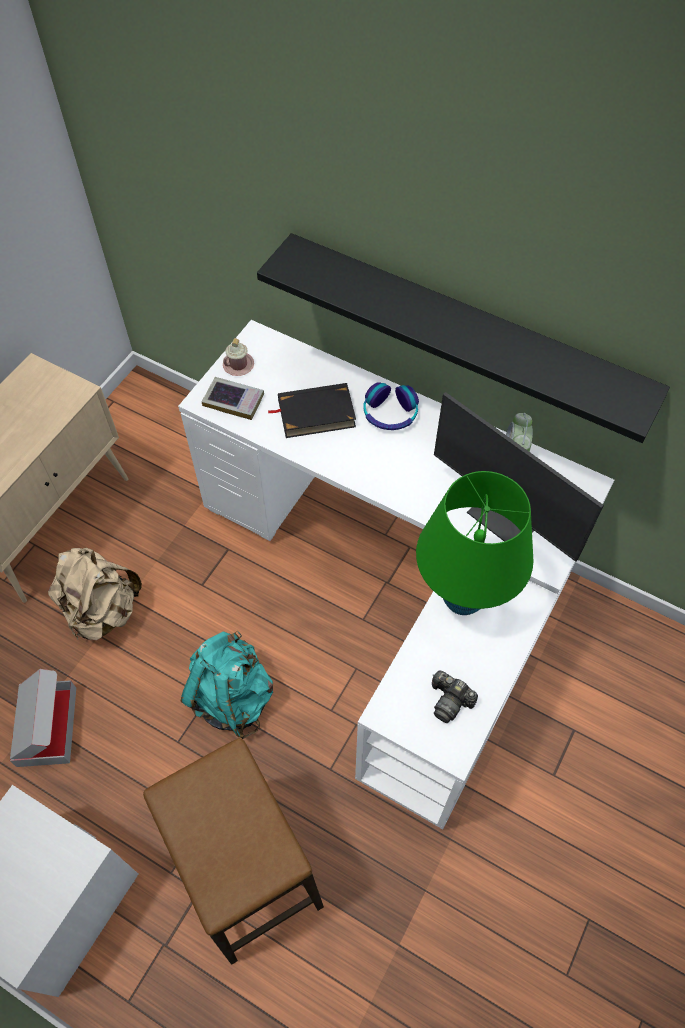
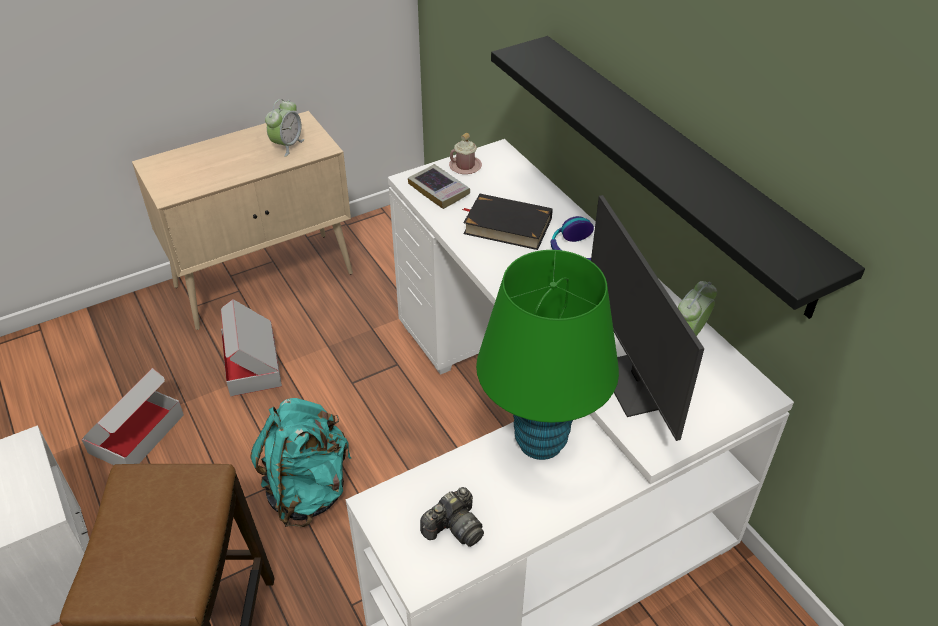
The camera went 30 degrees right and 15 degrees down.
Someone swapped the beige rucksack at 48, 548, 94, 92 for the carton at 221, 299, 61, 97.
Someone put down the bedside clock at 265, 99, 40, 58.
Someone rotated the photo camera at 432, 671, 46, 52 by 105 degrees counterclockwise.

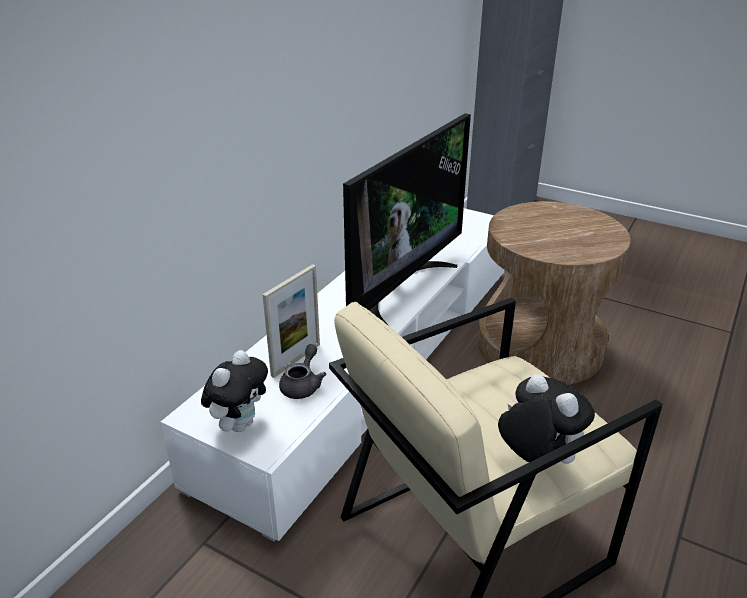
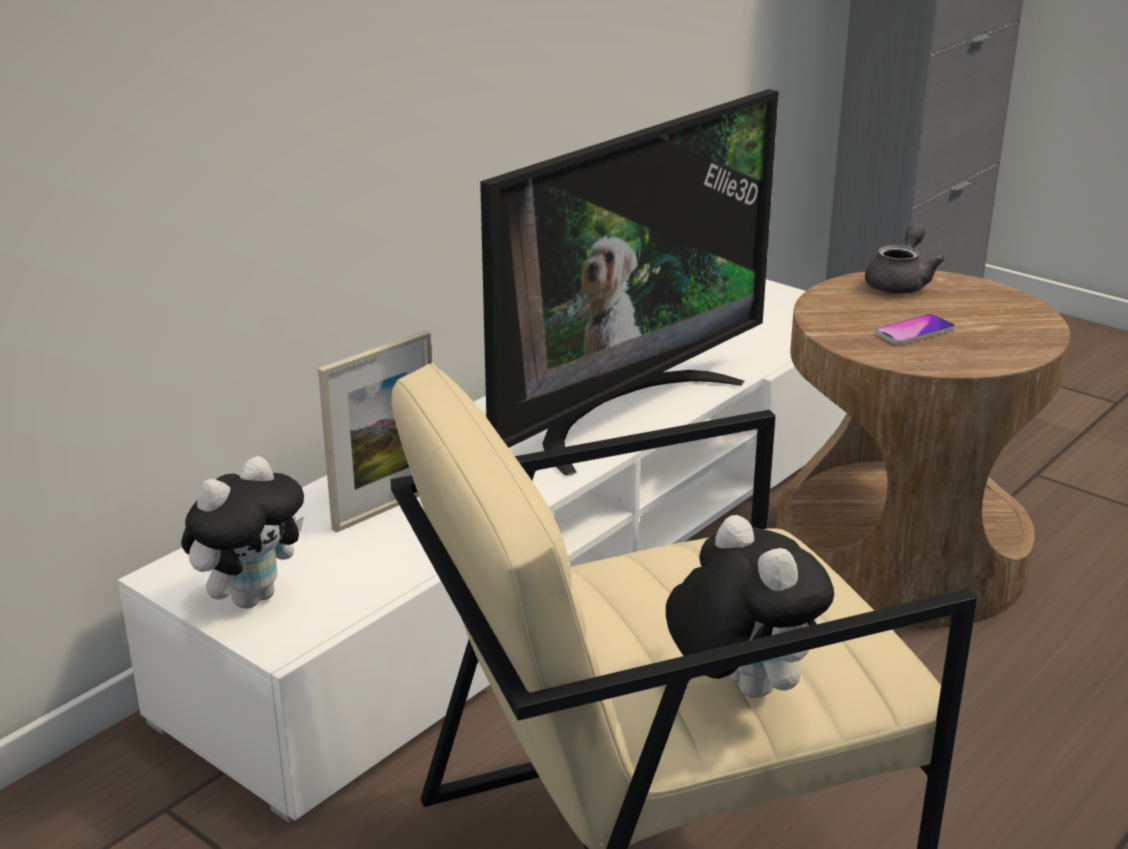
The camera went 10 degrees right and 5 degrees down.
Someone carried the greyish pot for tea from 279, 344, 47, 55 to 865, 224, 80, 70.
Someone put down the telephone at 874, 314, 81, 31.

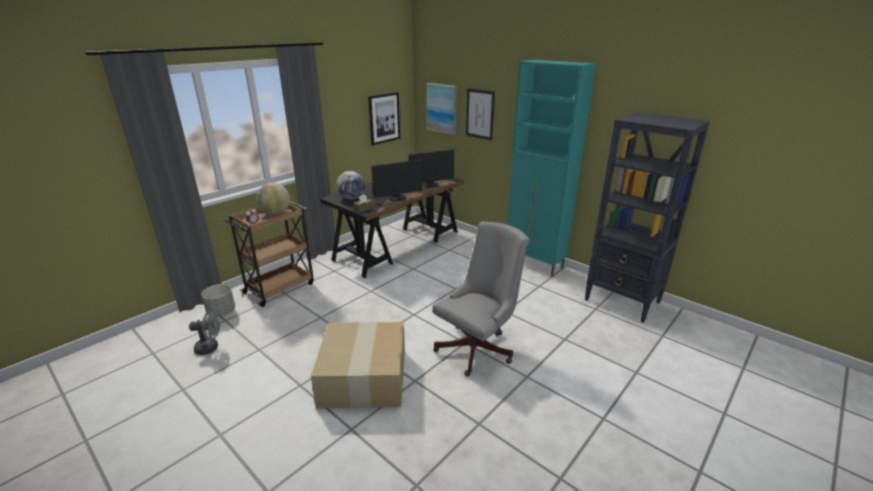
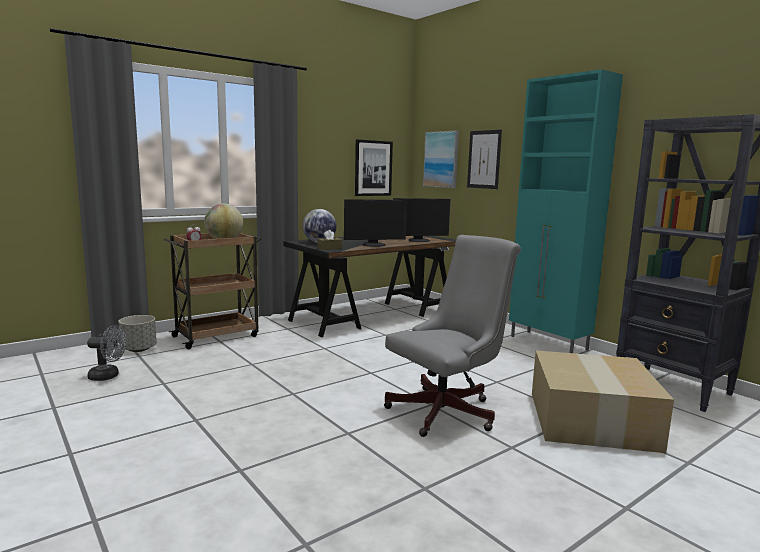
The camera went 10 degrees right and 15 degrees down.
Someone carried the carton from 311, 322, 94, 86 to 532, 351, 142, 102.

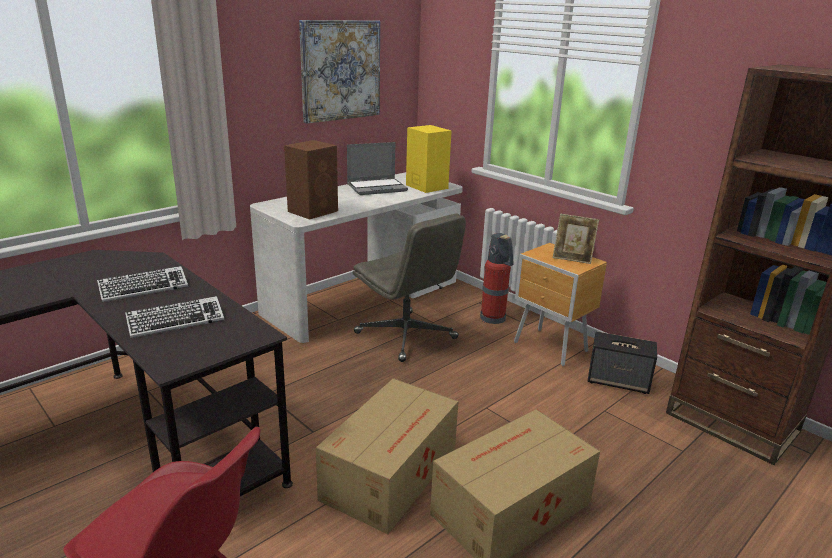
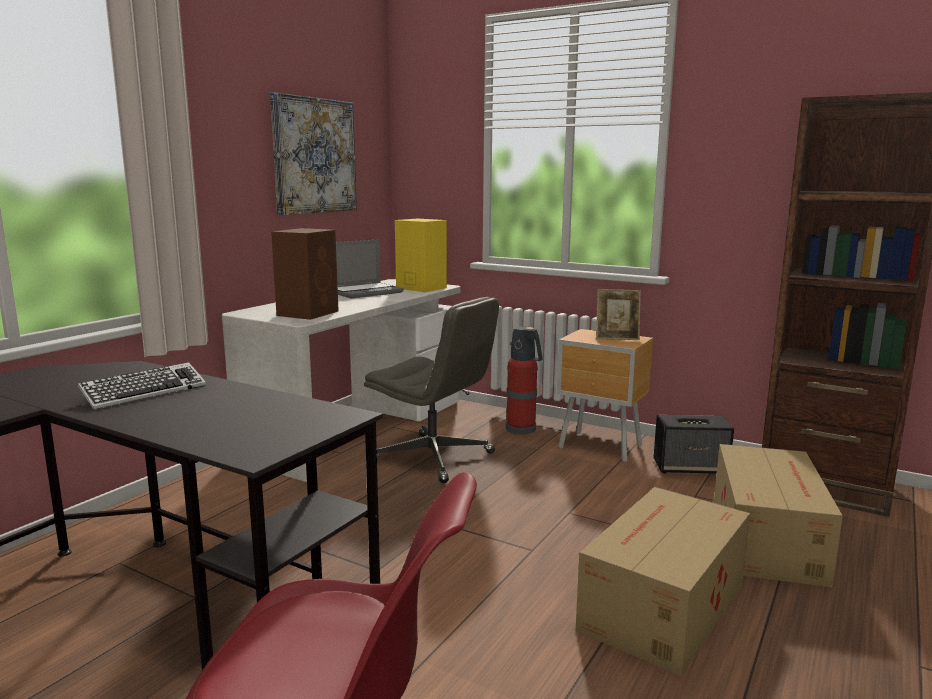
The camera went 15 degrees left and 10 degrees down.
Someone carried the carton from 316, 378, 142, 156 to 714, 444, 129, 143.
Someone took away the PC keyboard at 125, 296, 99, 42.

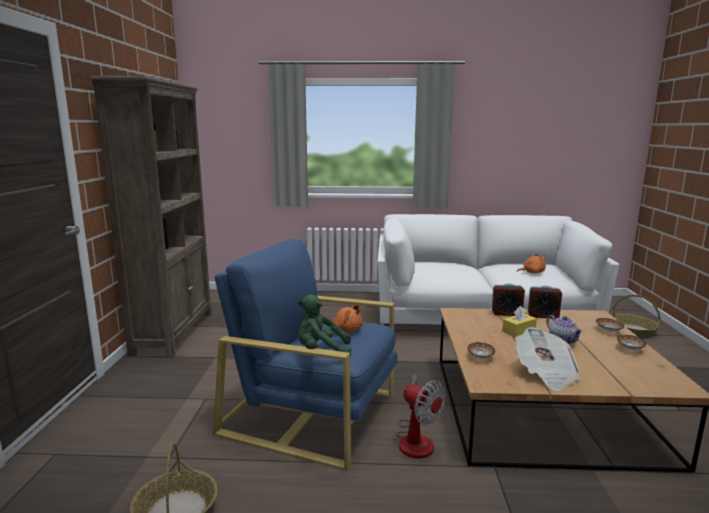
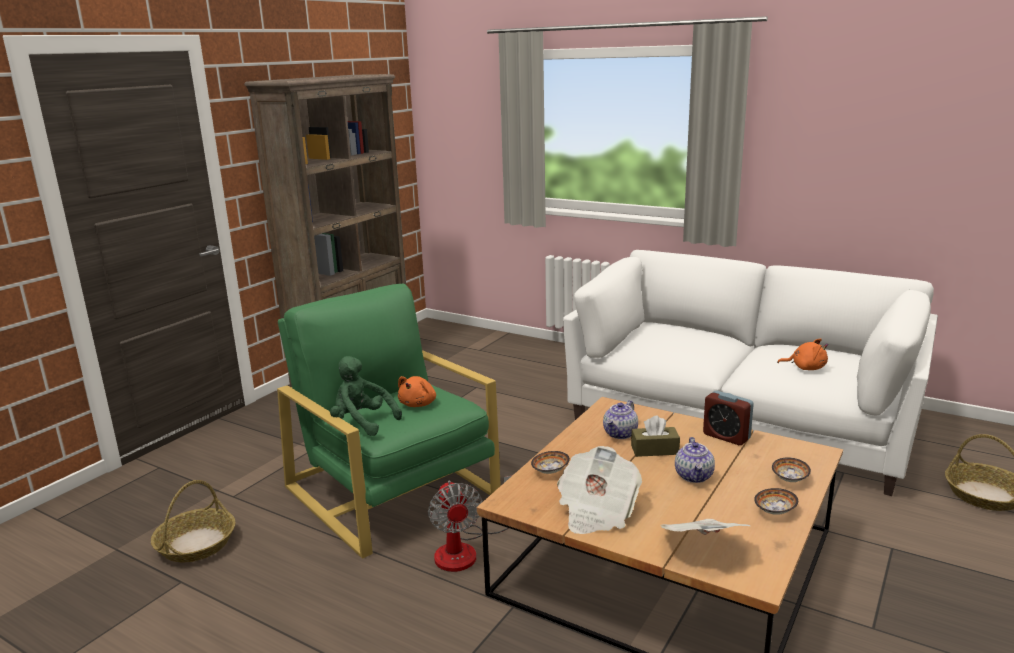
The camera went 30 degrees right and 5 degrees up.
Someone repainted the blue-coloured armchair at 213, 239, 185, 232, which became the green-coloured armchair at 277, 284, 224, 275.
Someone rotated the orange-coloured soft toy at 323, 304, 39, 29 by 60 degrees clockwise.
Someone put down the pot for tea at 603, 400, 35, 39.
Someone repainted the yellow tissue holder at 502, 306, 35, 31, which became the brown-coloured tissue holder at 631, 416, 49, 41.
Someone put down the daily paper at 661, 519, 89, 16.
Someone took away the bedside clock at 492, 284, 33, 32.

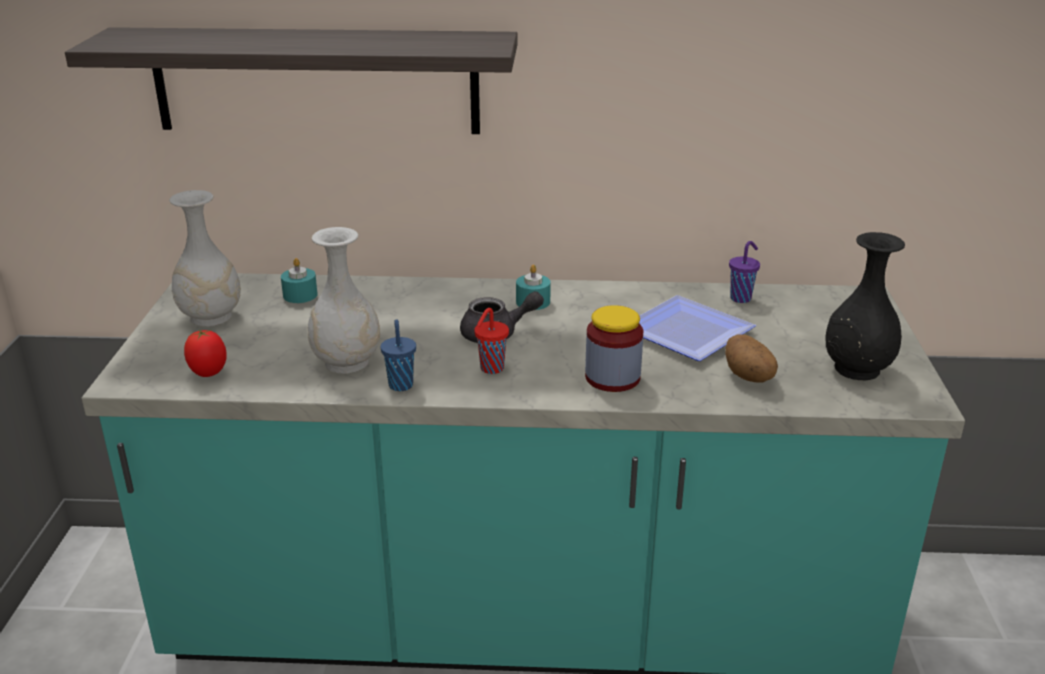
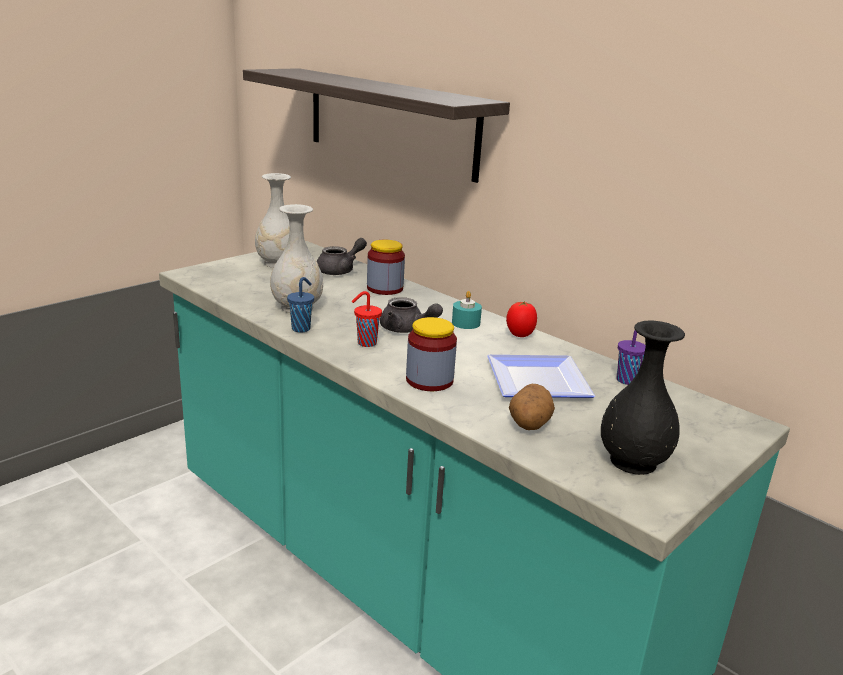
The camera went 40 degrees right and 5 degrees down.
Someone swapped the blue-green candle at 281, 258, 37, 45 for the greyish pot for tea at 317, 238, 50, 37.
Someone put down the storage jar at 367, 240, 38, 55.
Someone carried the fresh tomato from 184, 330, 43, 47 to 506, 301, 31, 36.

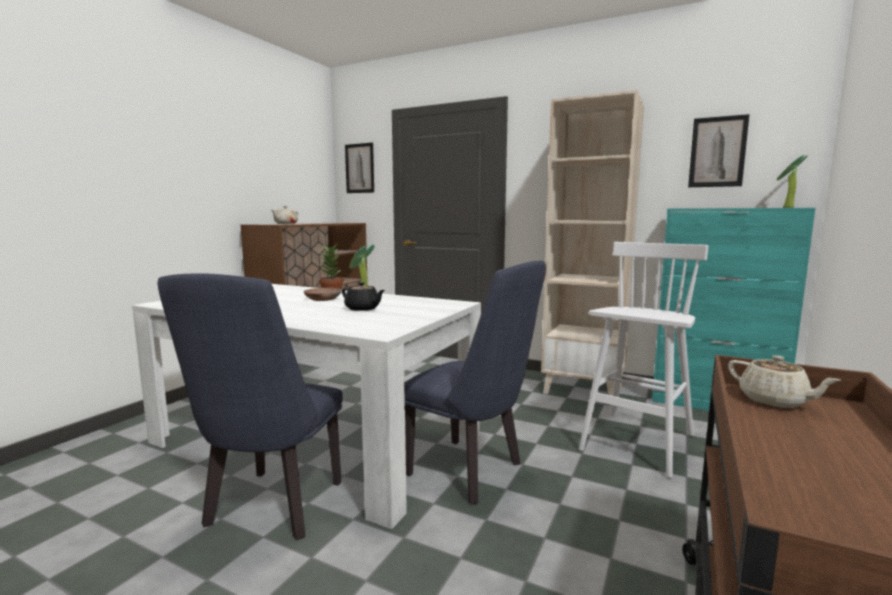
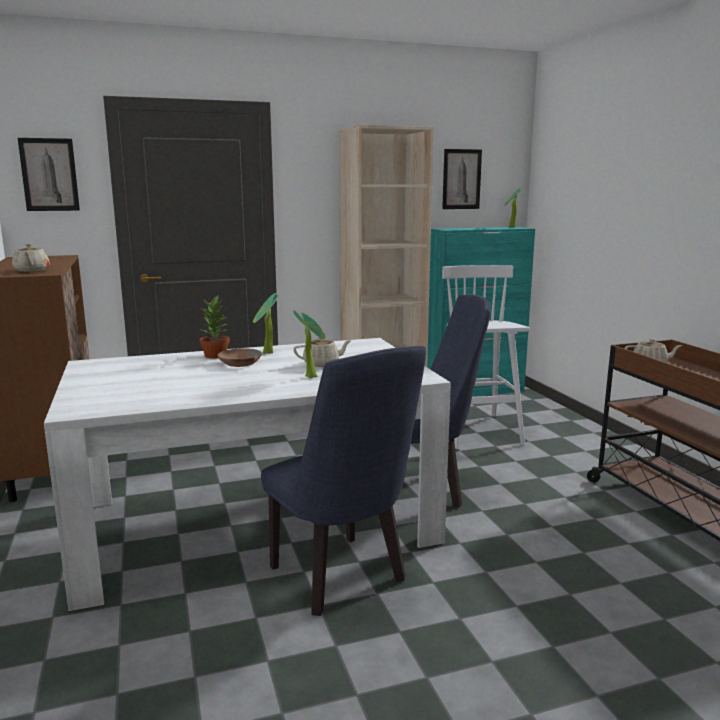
The camera went 45 degrees left and 5 degrees up.
Someone put down the potted plant at 293, 310, 32, 68.
Someone repainted the blackish pot for tea at 342, 282, 43, 29, which became the beige pot for tea at 293, 337, 59, 30.

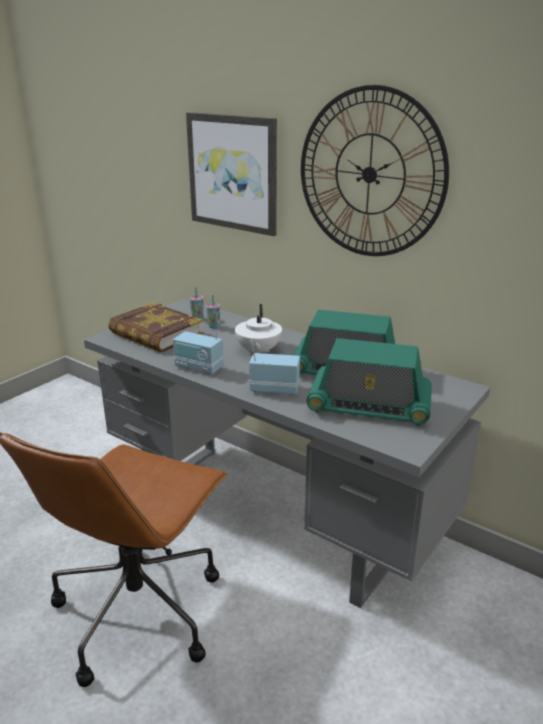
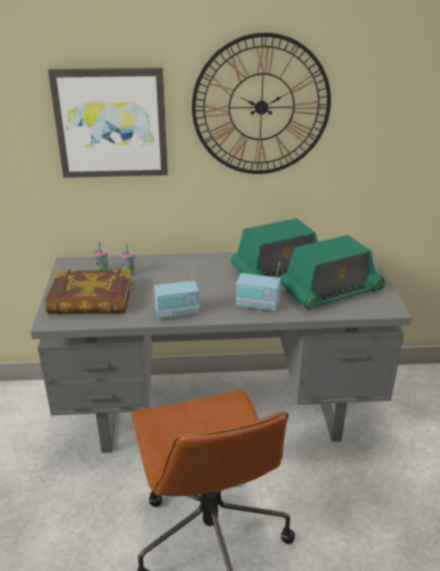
The camera went 40 degrees left and 5 degrees up.
Someone rotated the radio at 249, 340, 51, 55 by 135 degrees counterclockwise.
Someone took away the white-coloured pot for tea at 235, 304, 47, 49.

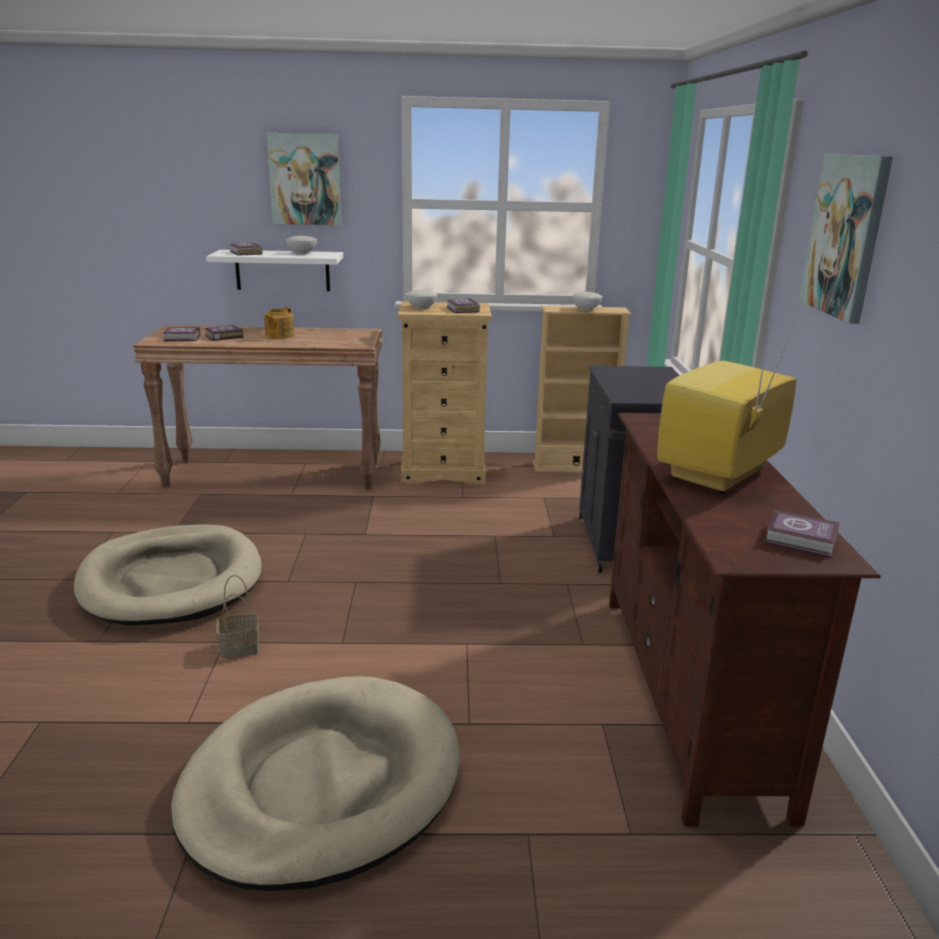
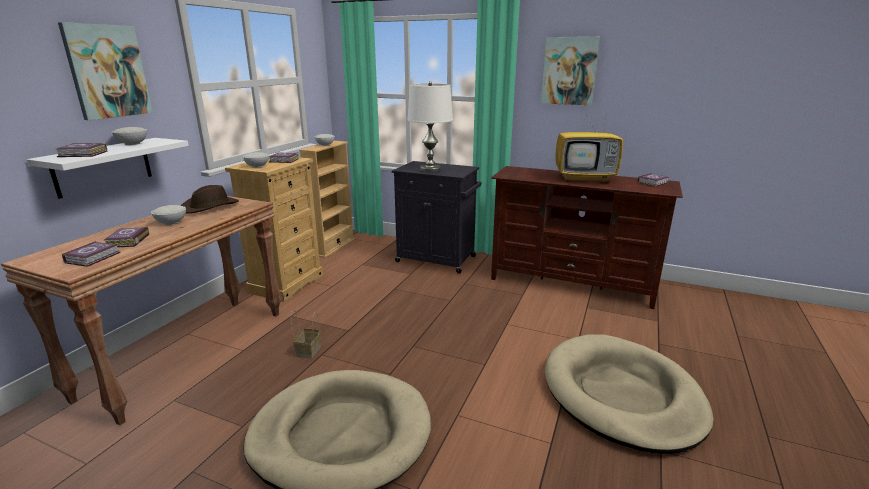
The camera went 65 degrees left and 0 degrees up.
Someone swapped the pot for tea at 264, 307, 30, 32 for the white-coloured bowl at 151, 205, 35, 20.
Someone put down the brown-coloured wearable hat at 181, 185, 58, 29.
Someone carried the storage basket from 216, 575, 43, 83 to 291, 310, 30, 48.
Someone put down the white-coloured tabletop lamp at 407, 81, 46, 91.
Someone rotated the television at 657, 319, 139, 175 by 60 degrees counterclockwise.

